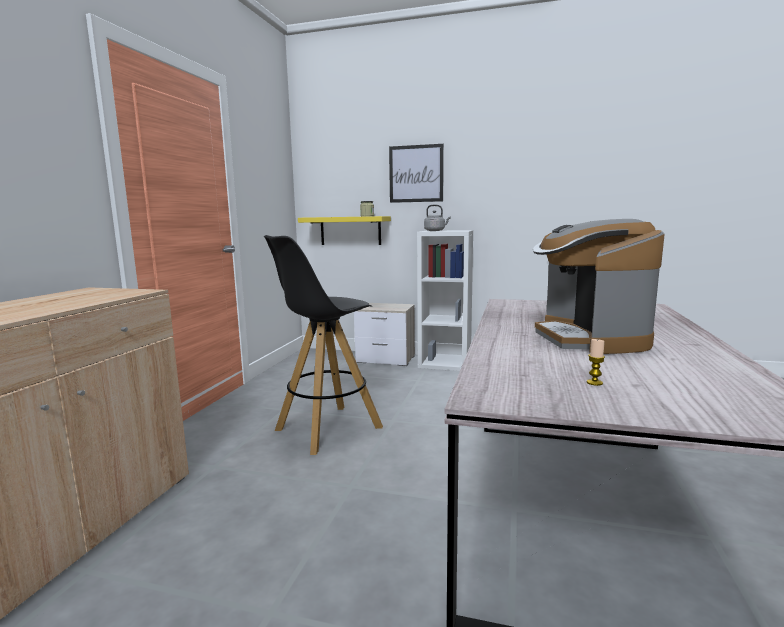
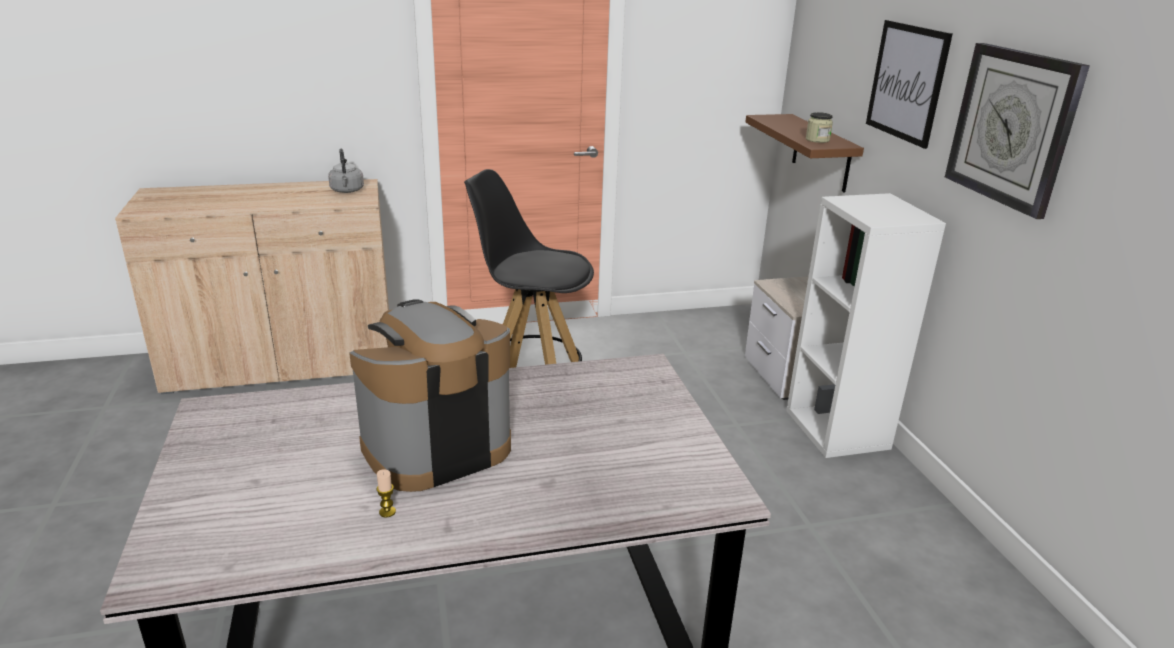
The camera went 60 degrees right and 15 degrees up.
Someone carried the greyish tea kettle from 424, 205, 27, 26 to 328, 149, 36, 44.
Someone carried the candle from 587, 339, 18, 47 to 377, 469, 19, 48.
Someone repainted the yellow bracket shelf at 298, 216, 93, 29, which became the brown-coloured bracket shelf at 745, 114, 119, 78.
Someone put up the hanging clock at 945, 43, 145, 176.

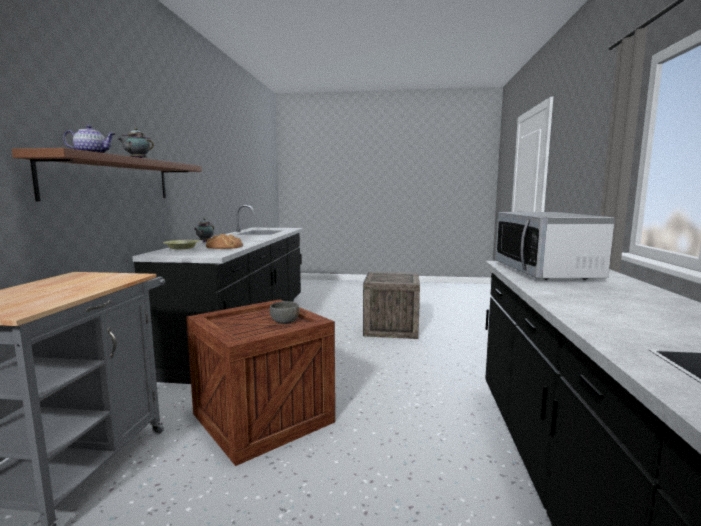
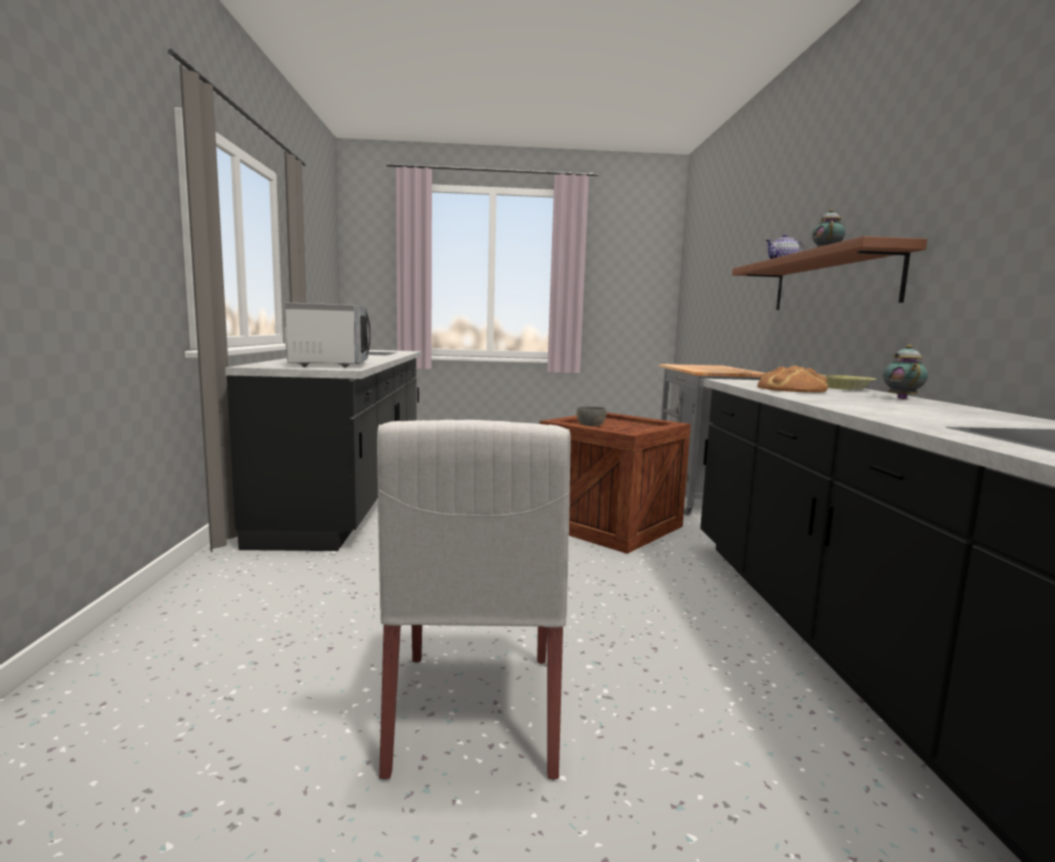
The camera went 170 degrees right and 0 degrees up.
Someone swapped the shipping crate at 363, 272, 57, 67 for the white-coloured chair at 377, 420, 193, 360.

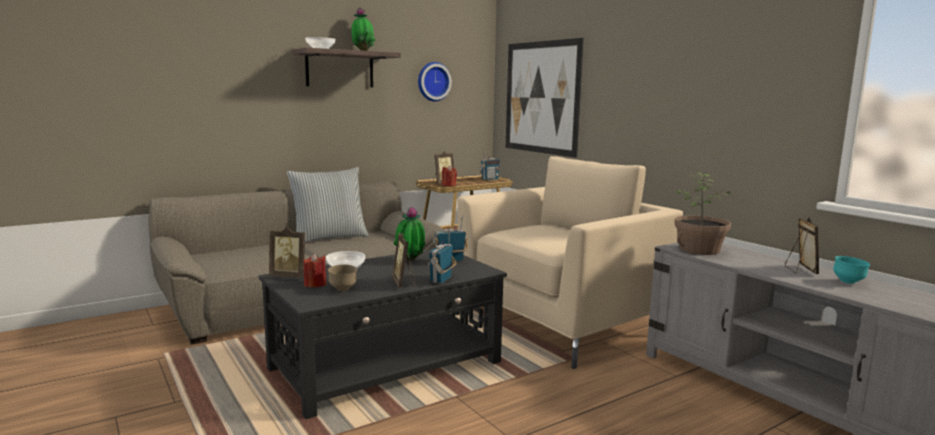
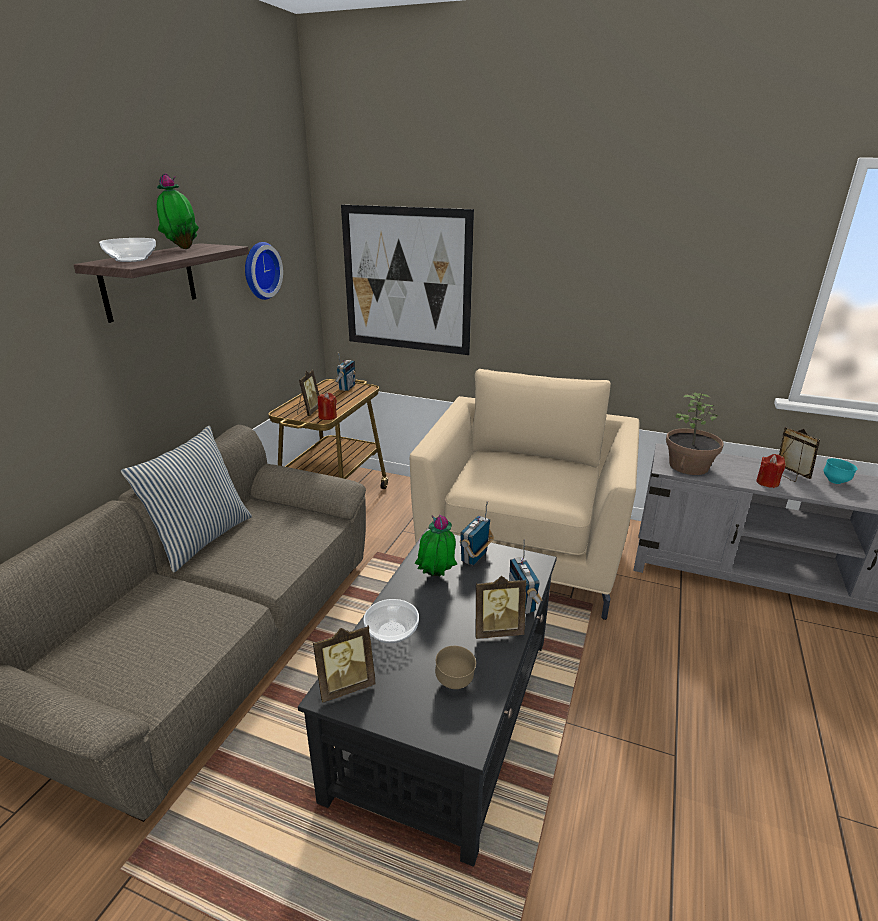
The camera went 35 degrees left and 15 degrees up.
Someone rotated the picture frame at 392, 232, 25, 55 by 45 degrees counterclockwise.
Someone carried the reddish candle from 304, 254, 22, 33 to 756, 454, 29, 34.

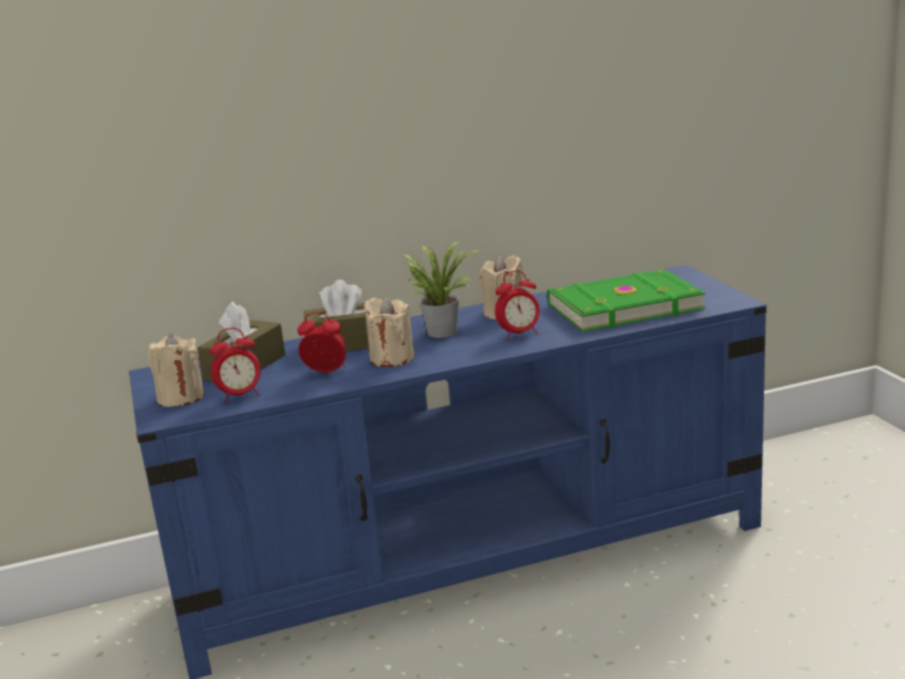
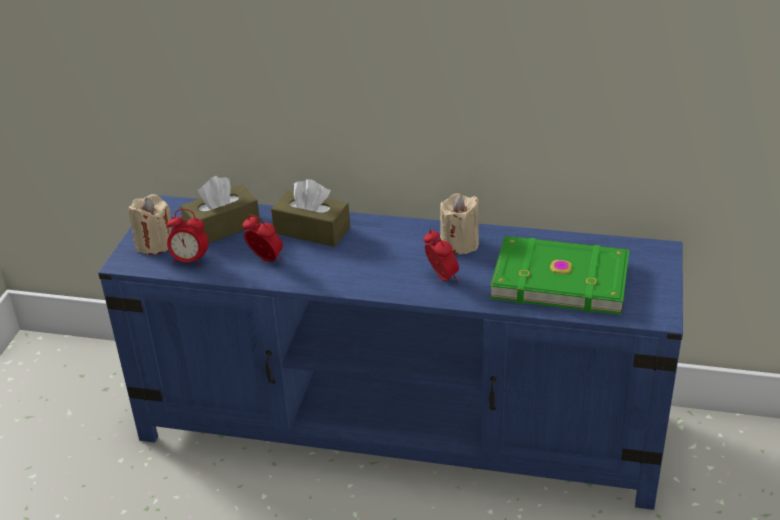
The camera went 30 degrees right and 15 degrees up.
Someone rotated the bedside clock at 495, 271, 45, 68 by 135 degrees counterclockwise.
Someone took away the beige candle at 364, 297, 50, 70.
Someone took away the potted plant at 401, 241, 80, 97.

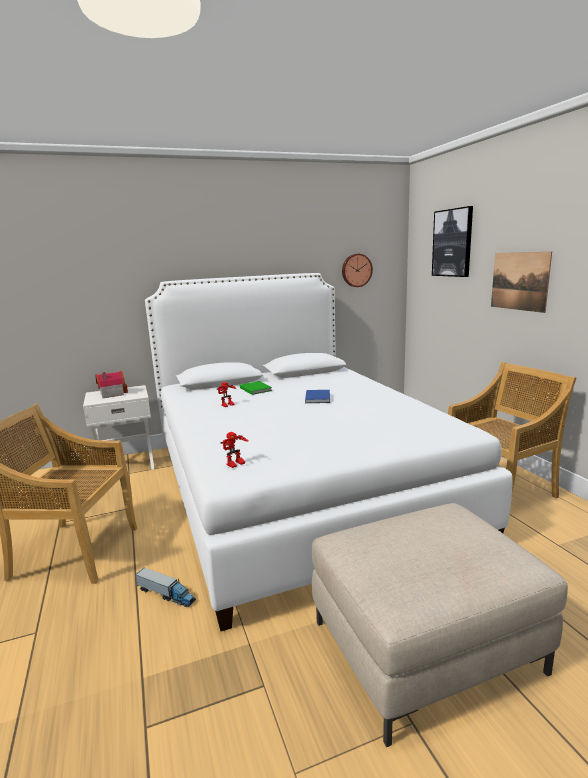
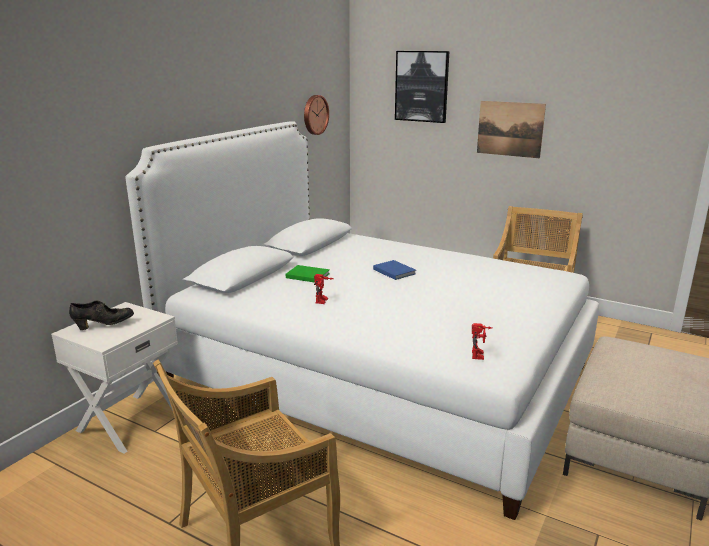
The camera went 40 degrees left and 5 degrees up.
Someone swapped the miniature house at 95, 371, 33, 27 for the blackish low shoe at 69, 300, 65, 30.
Someone took away the toy truck at 135, 567, 61, 40.

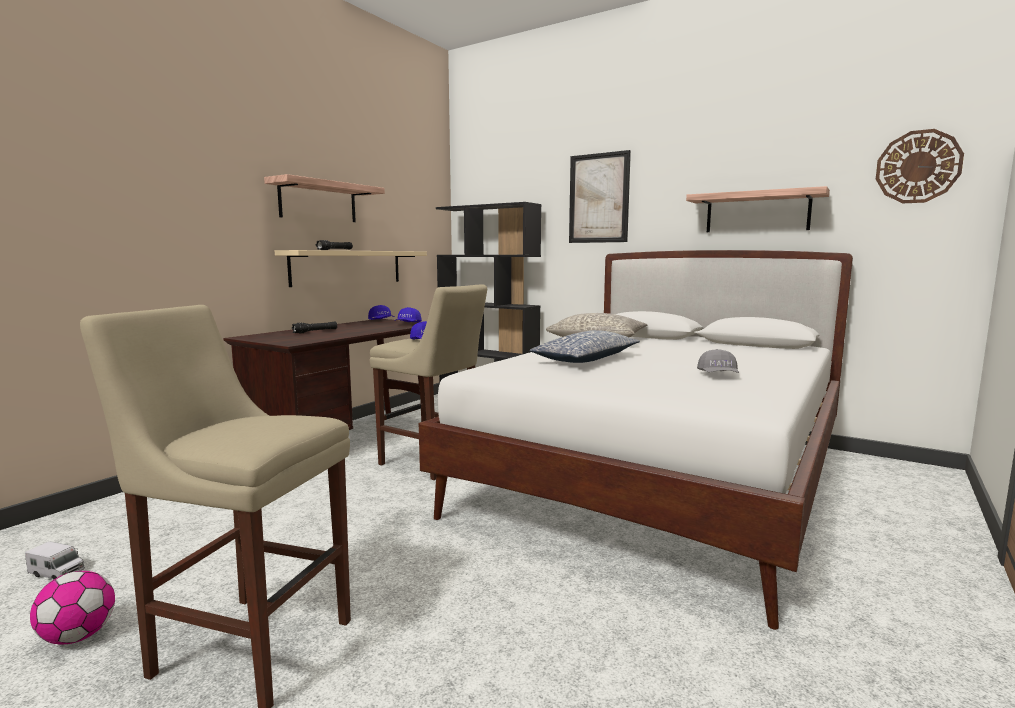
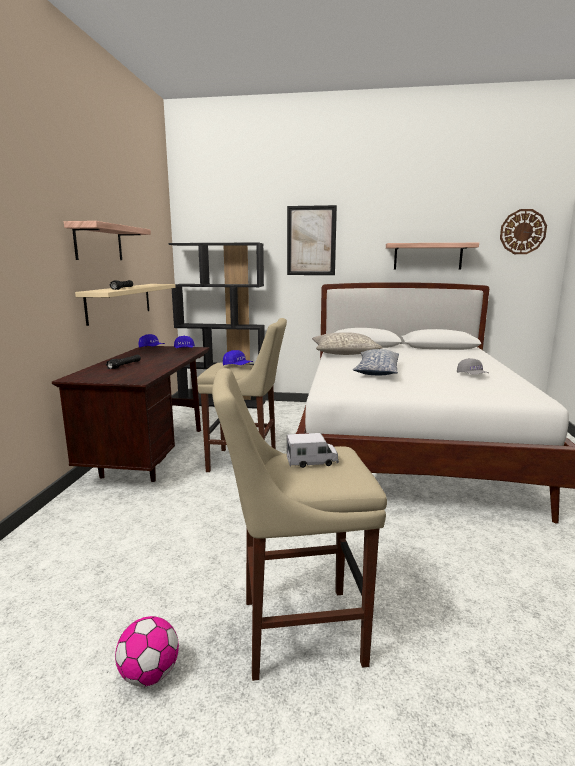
The camera went 25 degrees left and 5 degrees up.
Someone carried the toy truck from 25, 541, 60, 39 to 287, 433, 52, 35.

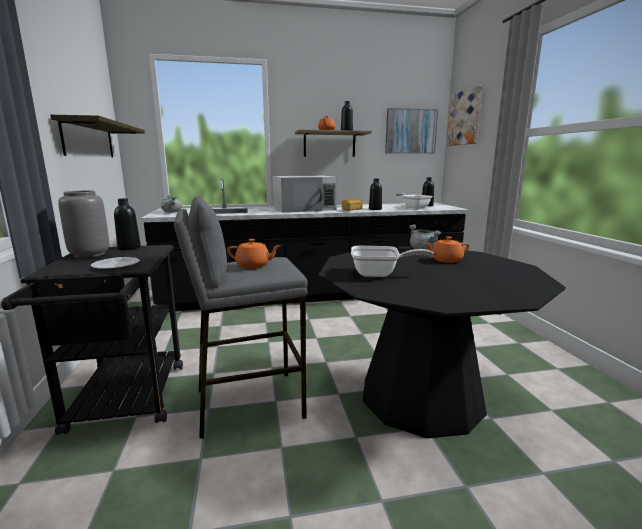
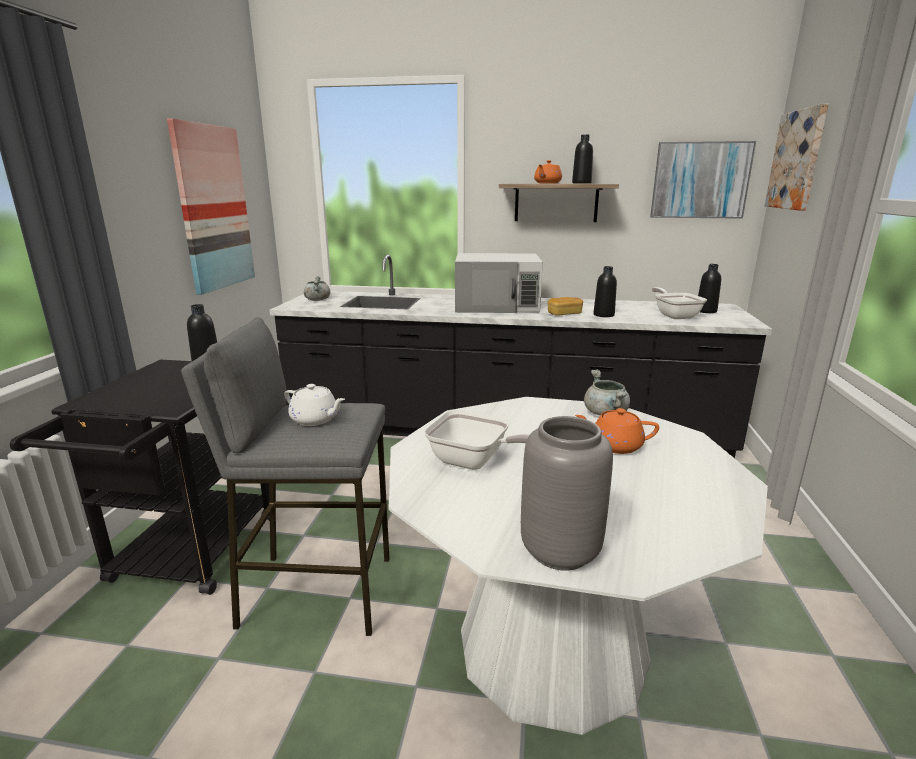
The camera went 20 degrees right and 5 degrees up.
Someone swapped the bracket shelf at 50, 115, 95, 42 for the wall picture at 167, 118, 88, 177.
Someone repainted the orange-coloured pot for tea at 227, 239, 54, 29, which became the white-coloured pot for tea at 284, 384, 61, 42.
Someone repainted the blackish dining table at 318, 246, 248, 192, which became the white-coloured dining table at 389, 397, 379, 338.
Someone carried the greyish decorative vase from 58, 190, 51, 68 to 521, 416, 92, 155.
Someone took away the flat dish at 91, 257, 49, 13.

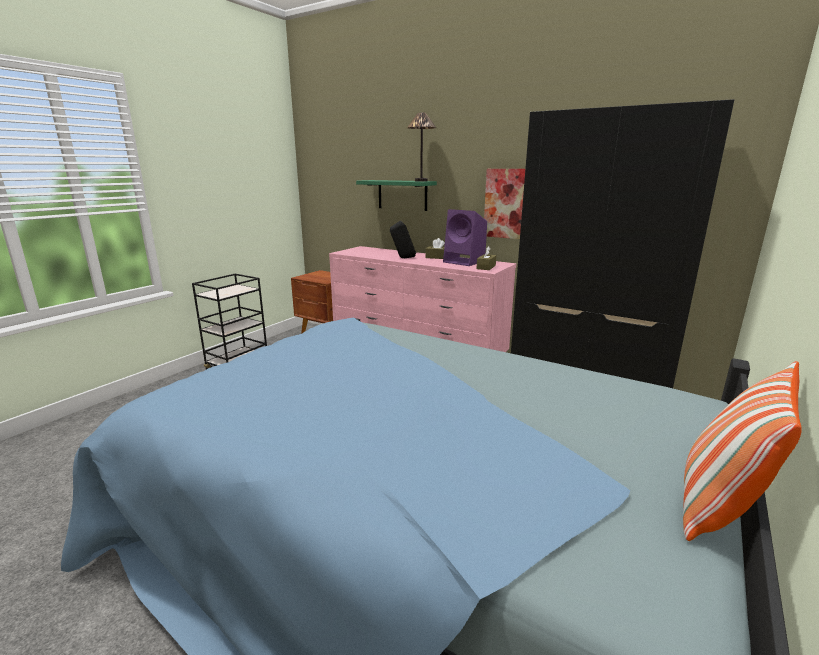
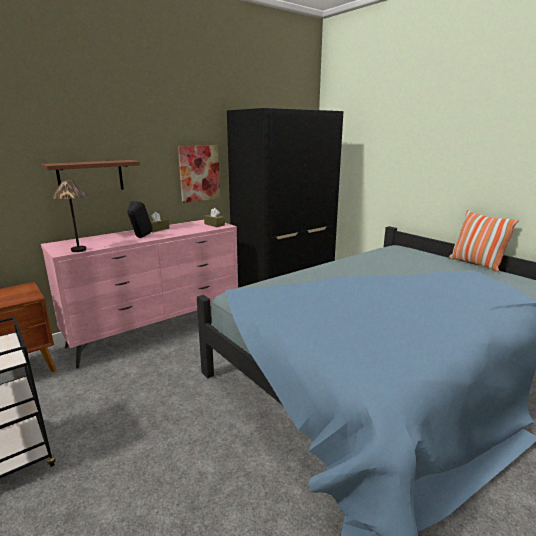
The camera went 70 degrees left and 0 degrees up.
Someone repainted the green-coloured bracket shelf at 356, 180, 81, 31, which became the brown-coloured bracket shelf at 41, 160, 99, 30.
Someone carried the tabletop lamp from 407, 113, 29, 68 to 51, 180, 37, 72.
Someone took away the purple loudspeaker at 443, 209, 44, 57.

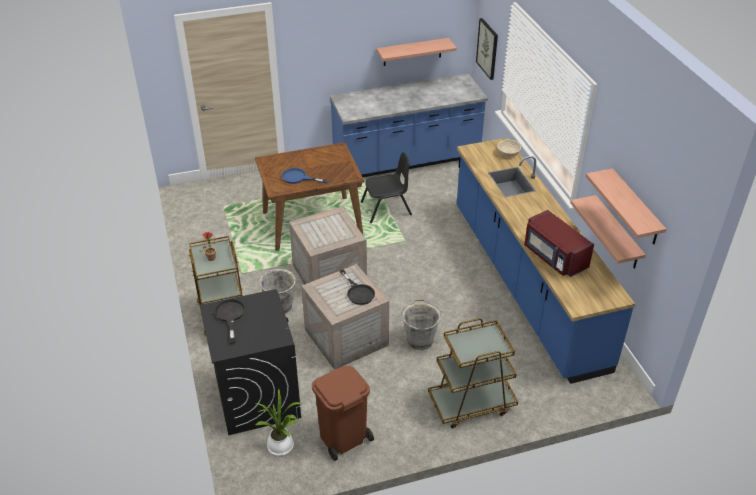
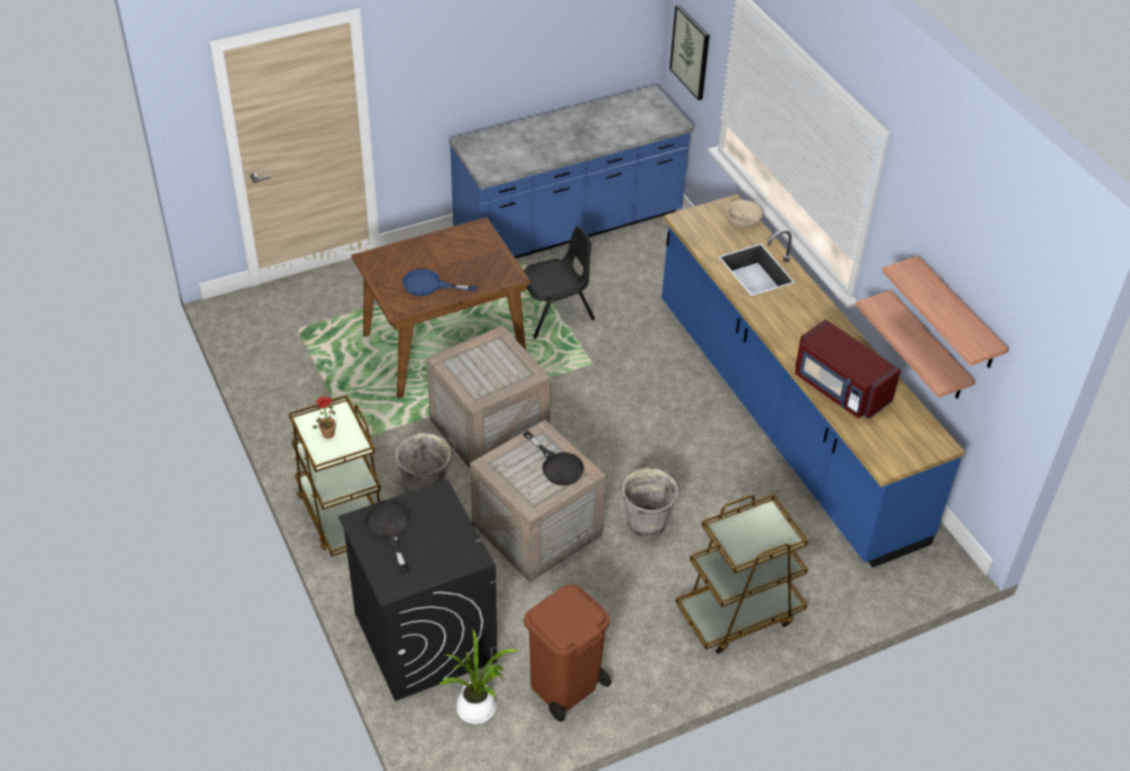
The camera went 10 degrees left and 5 degrees up.
Someone took away the bracket shelf at 377, 38, 80, 28.

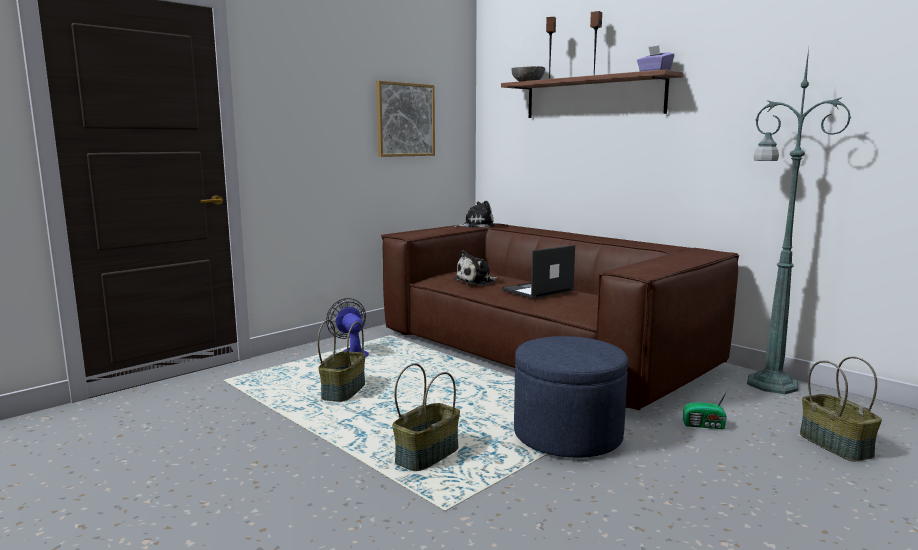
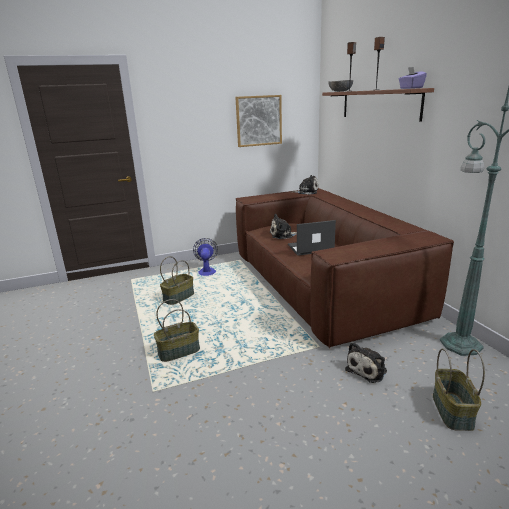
The camera went 25 degrees right and 10 degrees up.
Someone swapped the radio at 683, 388, 46, 41 for the soft toy at 345, 342, 42, 41.
Someone took away the blue-coloured pouffe at 514, 336, 114, 122.

